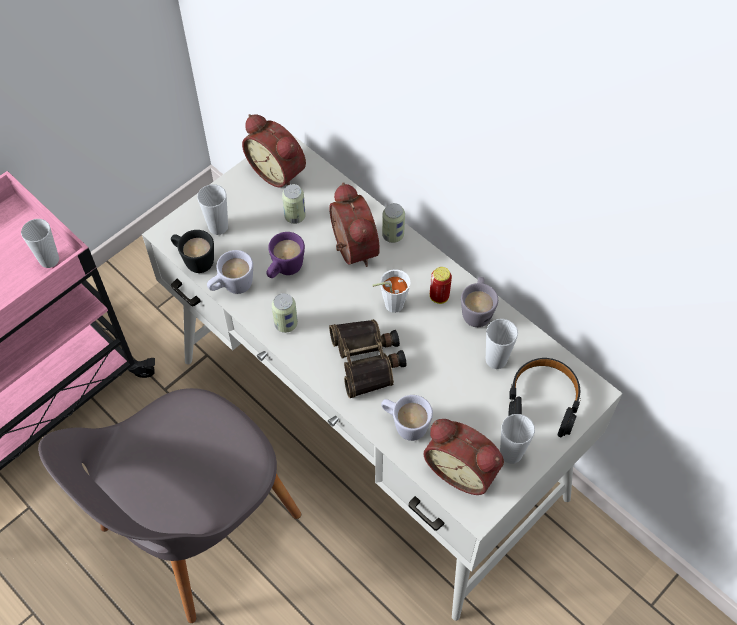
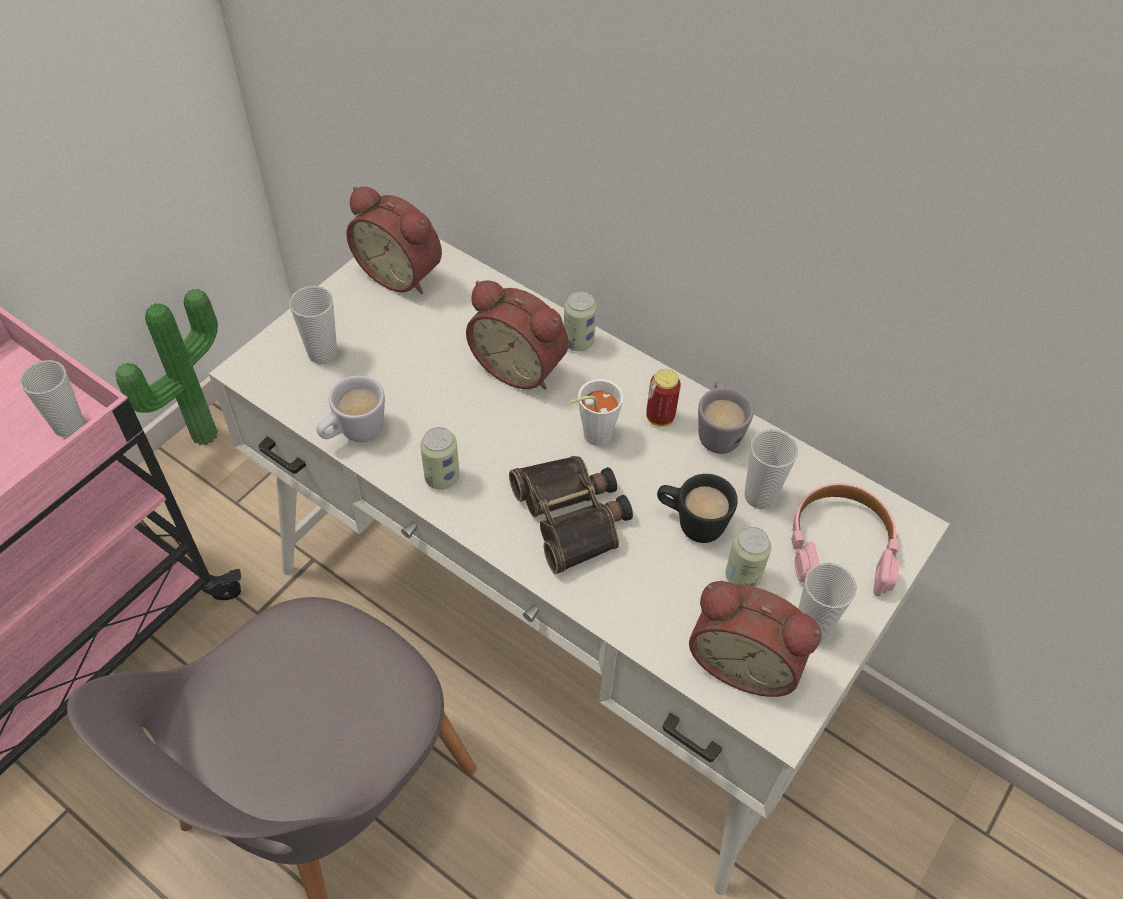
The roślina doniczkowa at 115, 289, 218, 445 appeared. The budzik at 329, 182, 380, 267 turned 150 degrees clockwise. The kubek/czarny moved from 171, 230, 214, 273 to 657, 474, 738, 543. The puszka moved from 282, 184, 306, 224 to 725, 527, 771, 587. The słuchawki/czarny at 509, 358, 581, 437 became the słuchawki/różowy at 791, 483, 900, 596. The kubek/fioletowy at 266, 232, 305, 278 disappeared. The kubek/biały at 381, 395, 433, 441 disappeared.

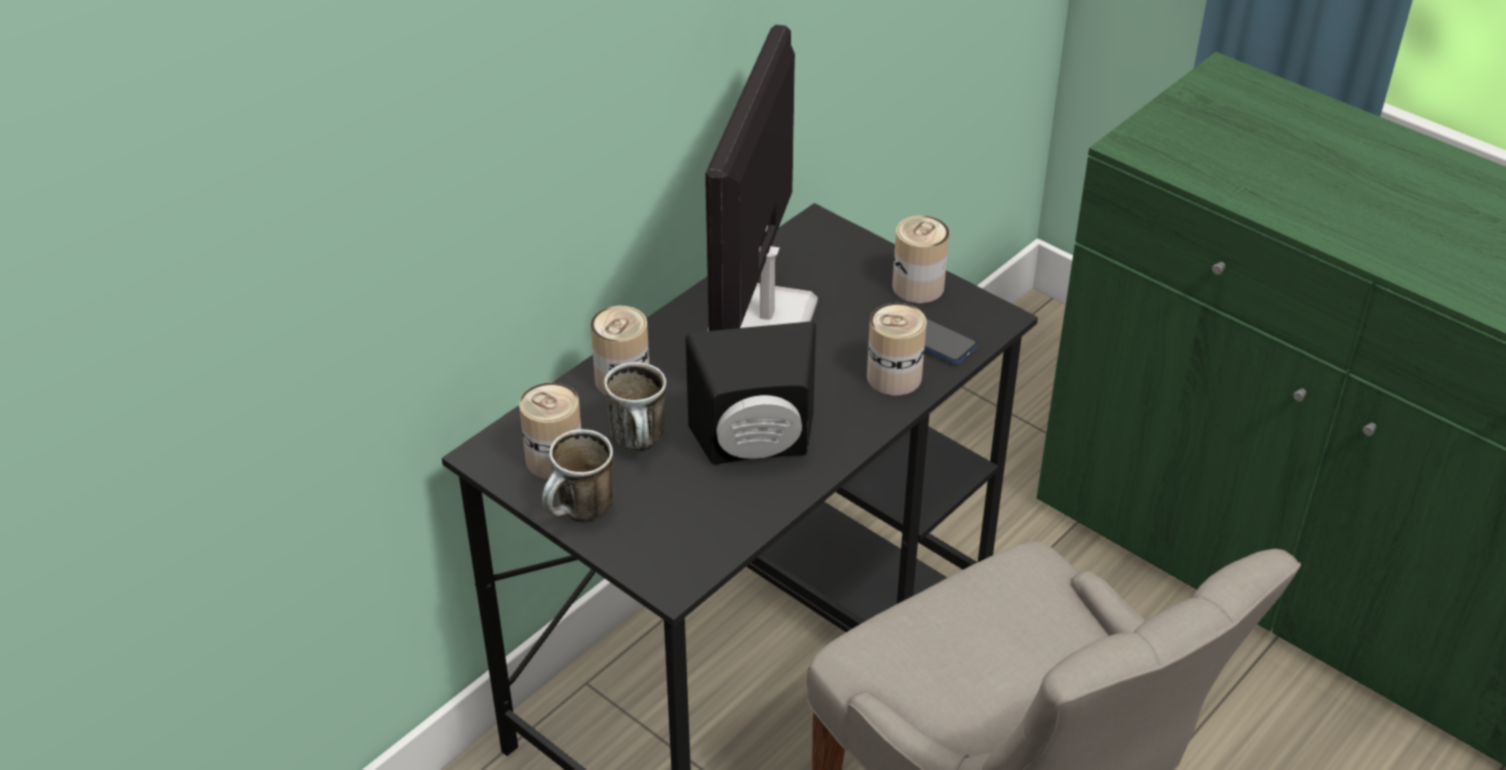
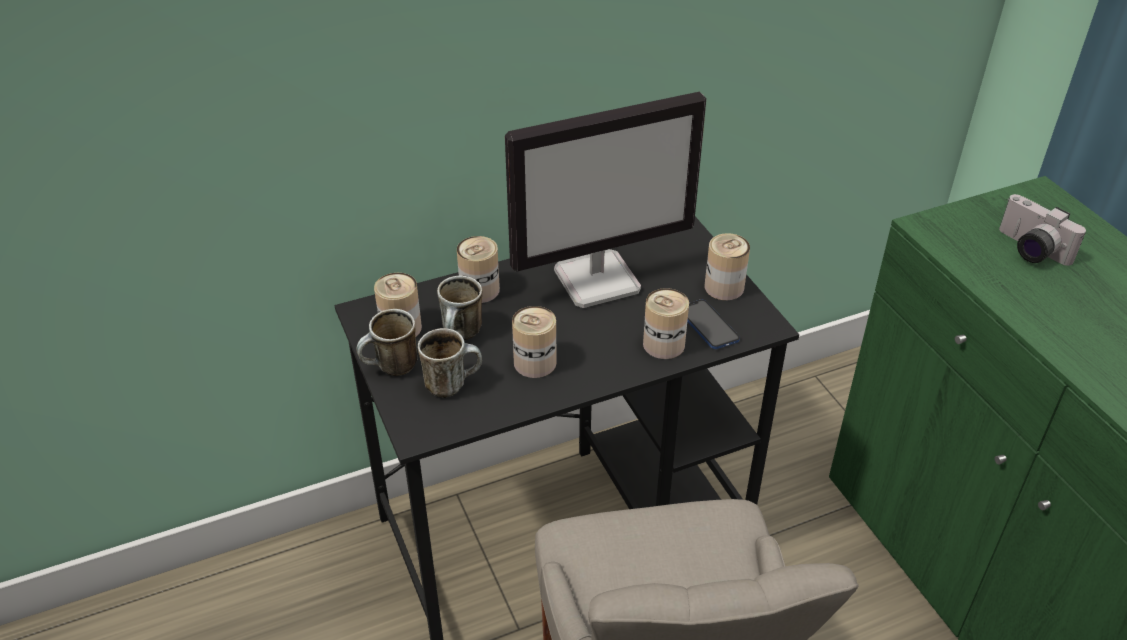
The kubek at 418, 328, 482, 398 appeared. The monitor at 705, 25, 818, 331 turned 150 degrees counterclockwise. The głośnik/czarny at 686, 321, 816, 465 was replaced by the puszka at 512, 306, 556, 378. The aparat fotograficzny at 999, 194, 1086, 266 appeared.

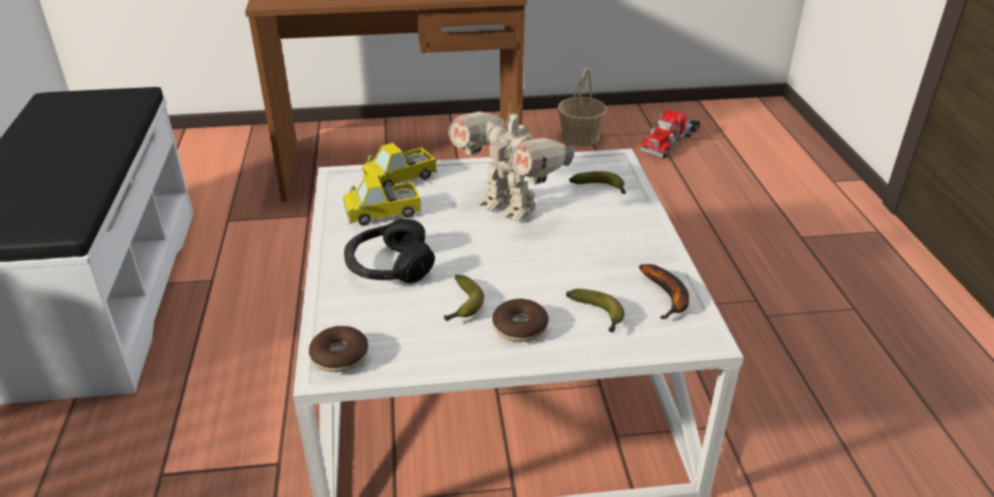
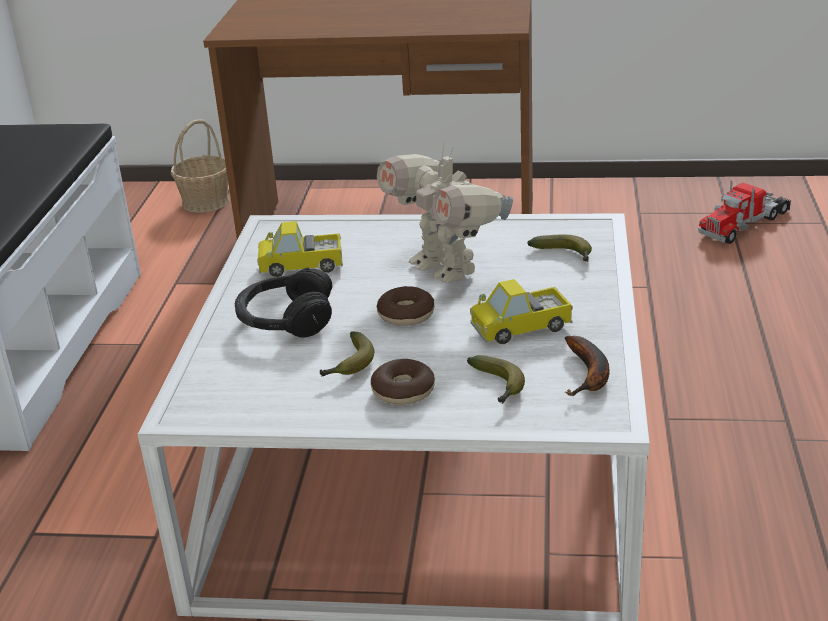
The koszyk moved from 558, 68, 607, 146 to 171, 119, 230, 213. The donut moved from 309, 326, 368, 372 to 377, 286, 434, 326. The ciężarówka zabawkowa moved from 362, 143, 437, 187 to 470, 279, 573, 344.

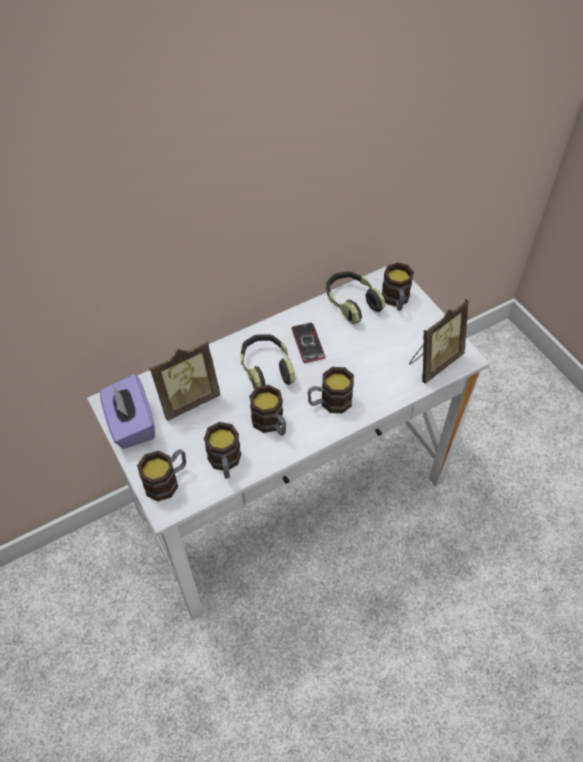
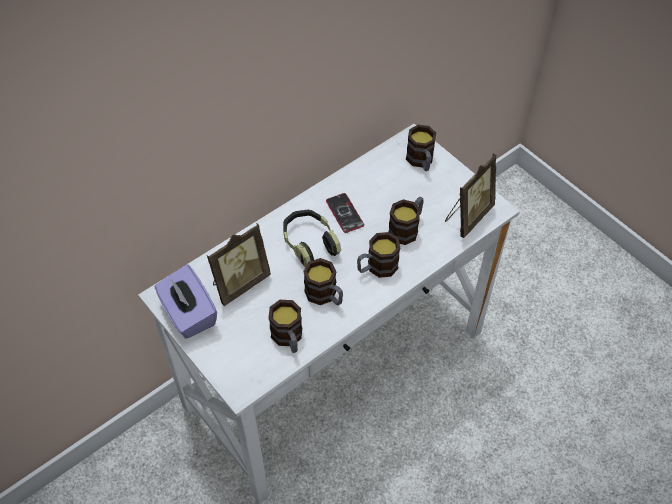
The kubek moved from 137, 449, 186, 501 to 389, 197, 424, 245. The słuchawki at 326, 271, 386, 325 disappeared.

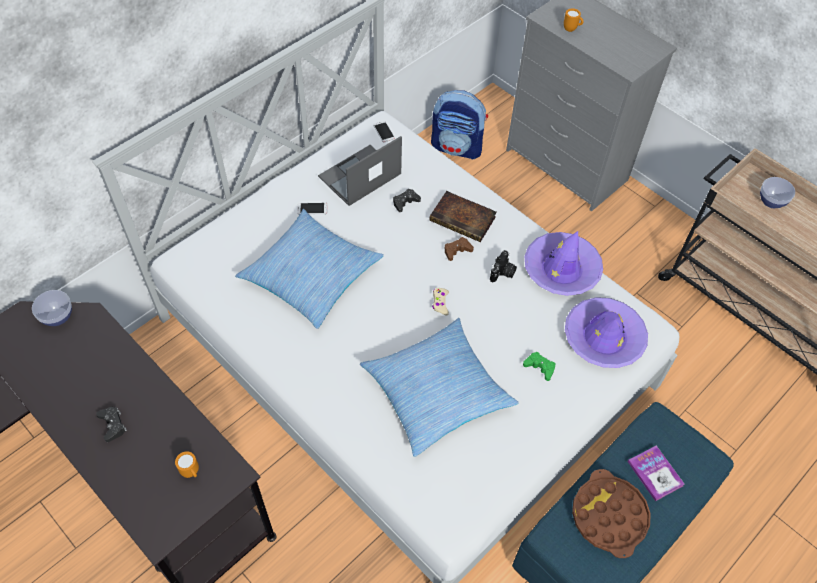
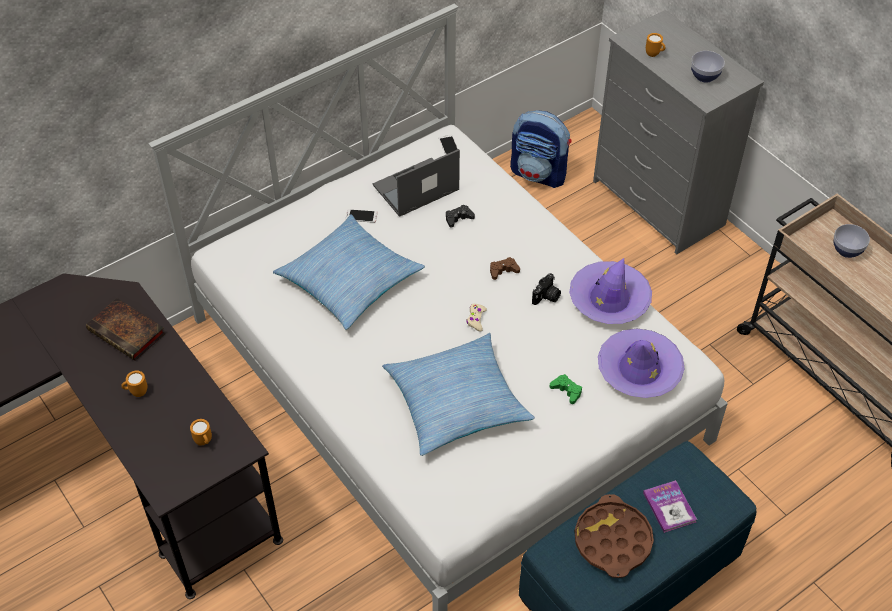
The książka moved from 429, 191, 497, 242 to 86, 298, 165, 361. The pad do gier/czarny at 96, 407, 127, 442 was replaced by the kubek/pomarańczowy at 121, 371, 147, 397. The miska moved from 32, 290, 72, 326 to 691, 51, 725, 82.

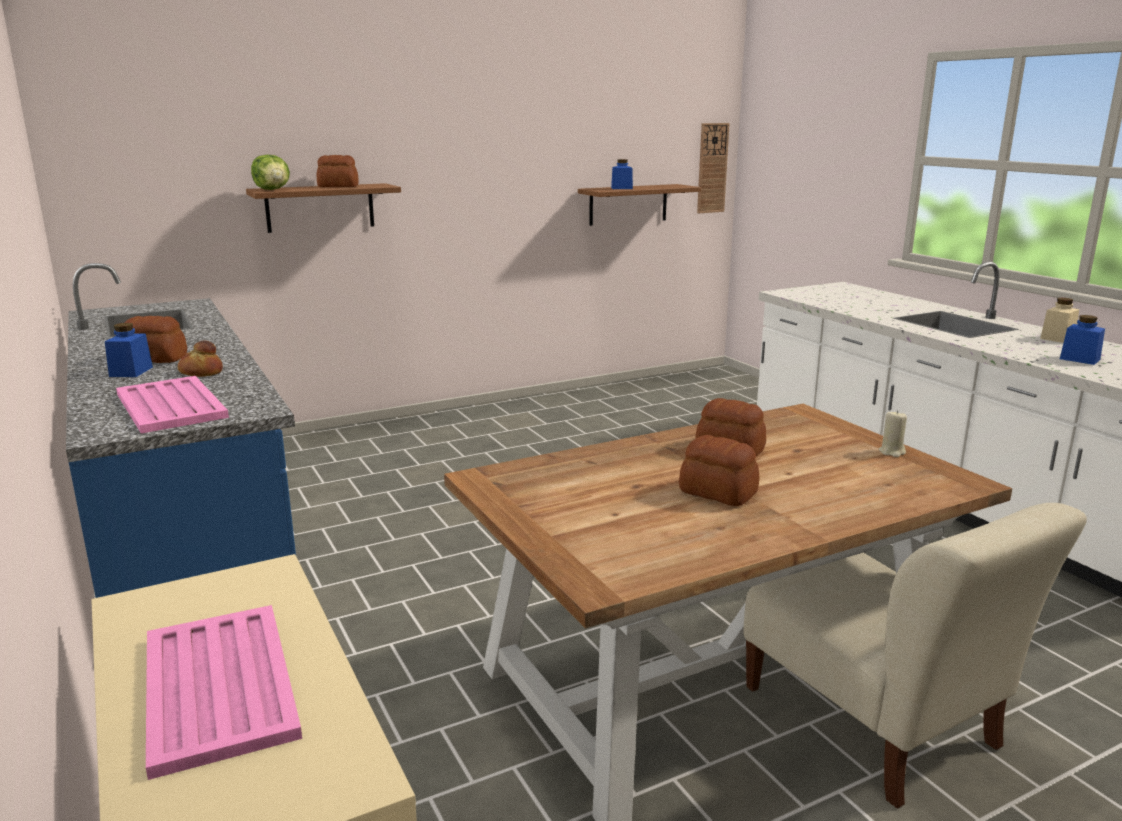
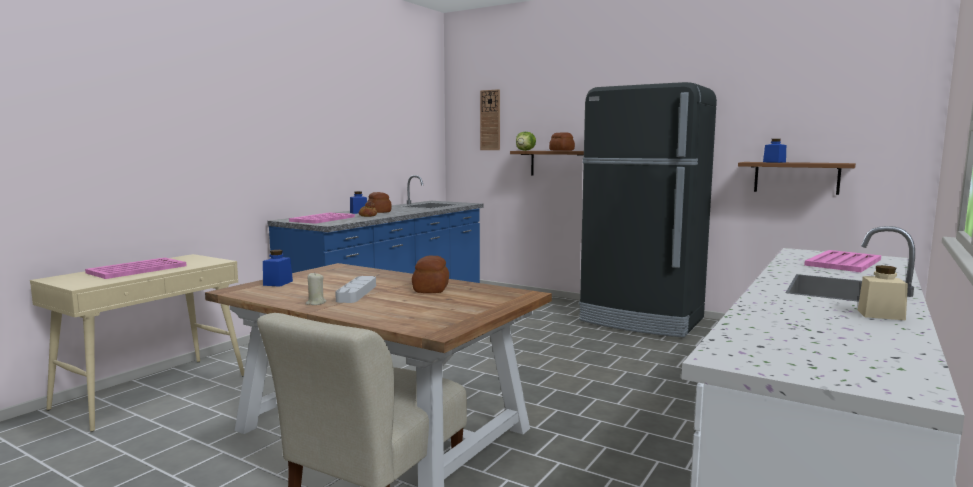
The słoik/niebieski moved from 1060, 315, 1105, 365 to 263, 250, 293, 287. The świeca/beżowy moved from 879, 410, 907, 457 to 305, 272, 326, 305. The chleb at 679, 435, 759, 506 was replaced by the taca/szary at 335, 276, 376, 303. The zegar ścienny moved from 697, 123, 730, 213 to 480, 89, 500, 150. The lodówka/czarny at 579, 82, 717, 337 appeared. The taca/różowy at 804, 250, 881, 272 appeared.

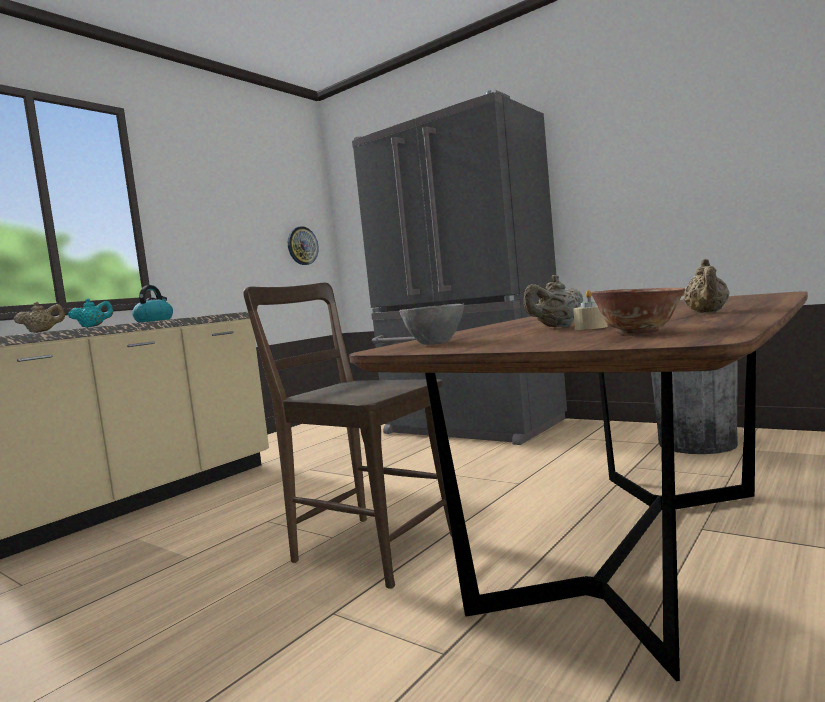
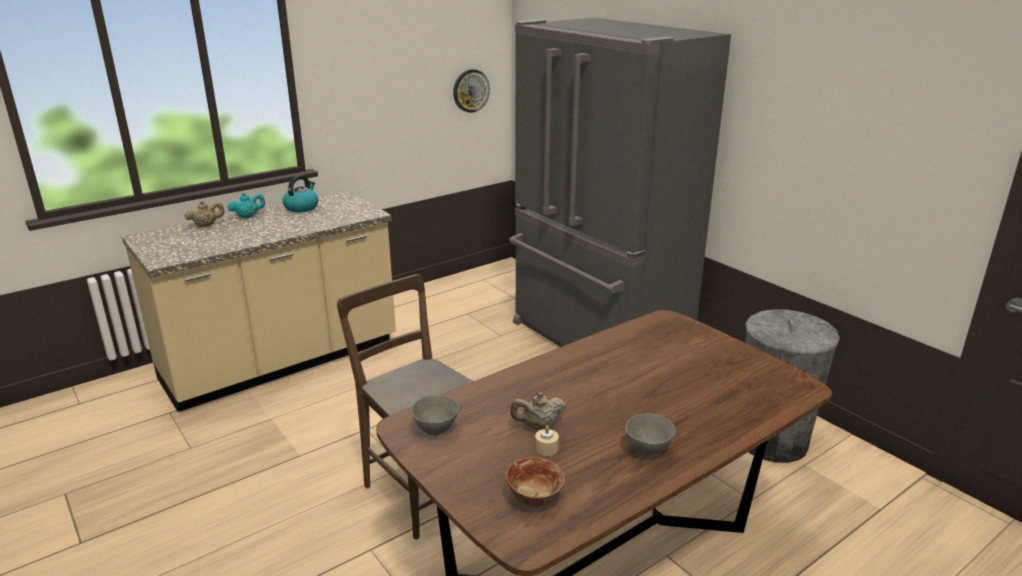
The imbryk/beżowy at 682, 259, 730, 313 was replaced by the miska/szary at 626, 413, 676, 456.

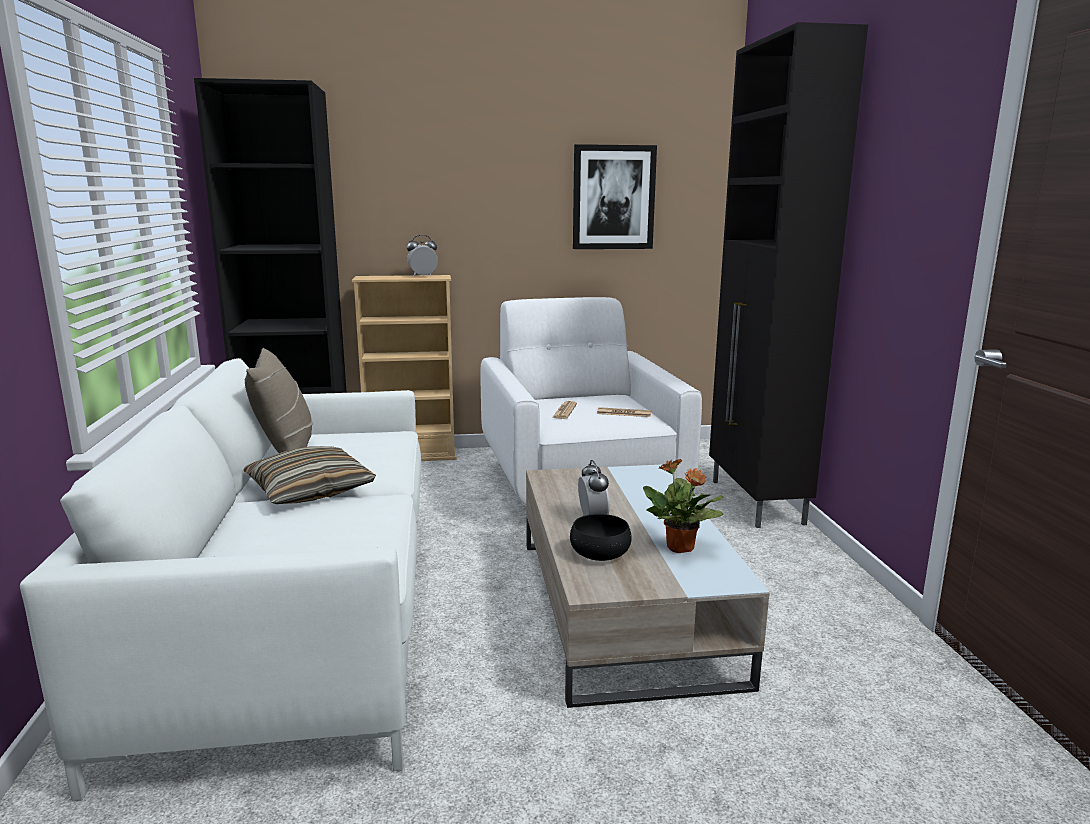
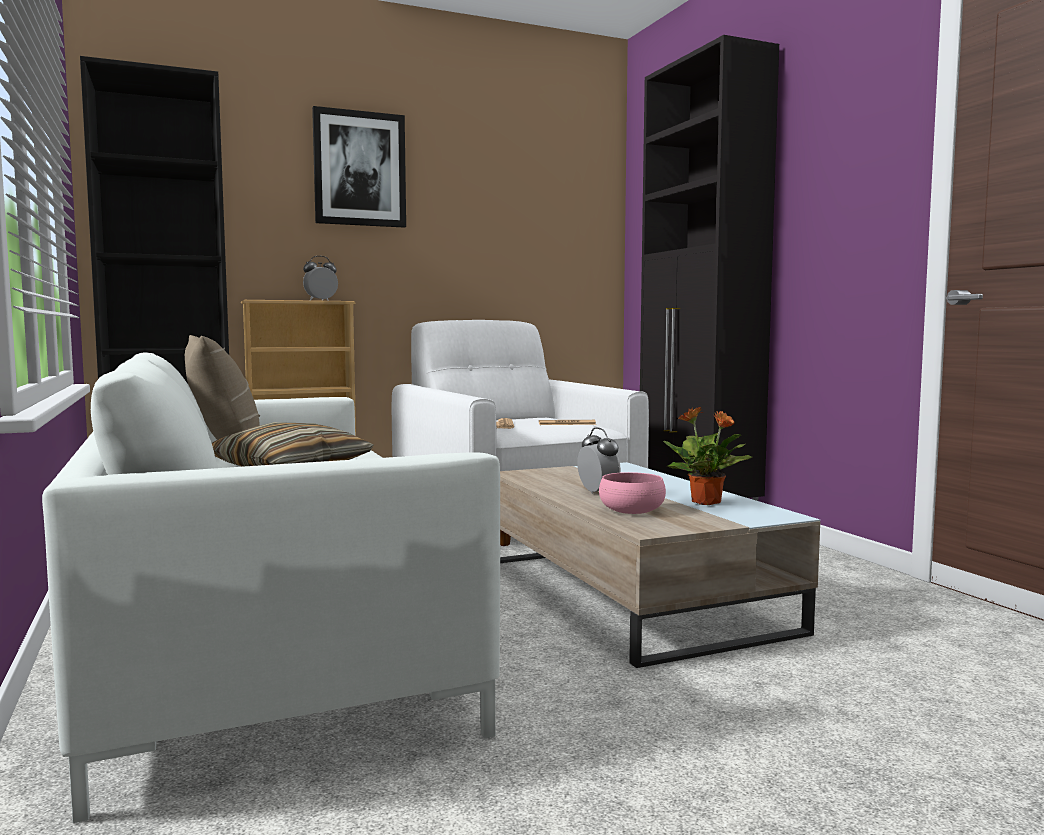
The obraz moved from 573, 144, 657, 249 to 312, 106, 406, 228. The miska/czarny at 570, 514, 632, 561 became the miska/różowy at 599, 472, 666, 514.

